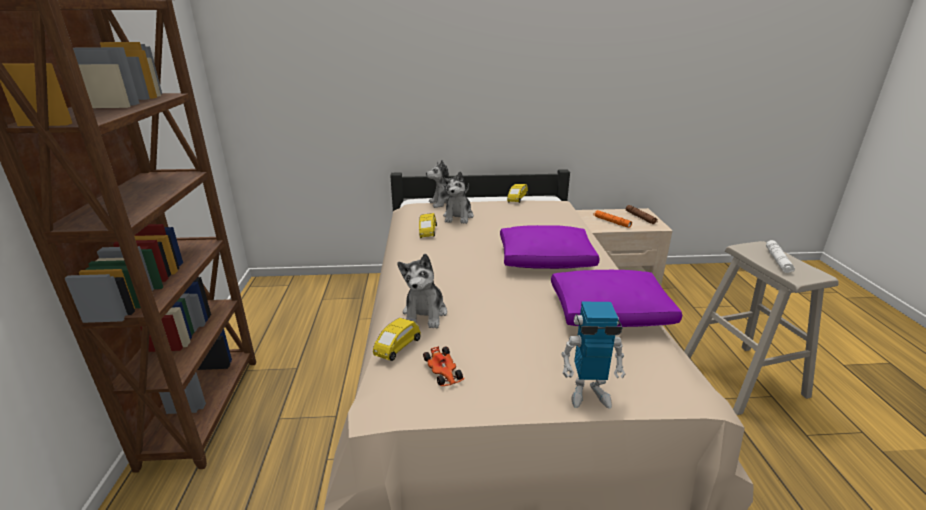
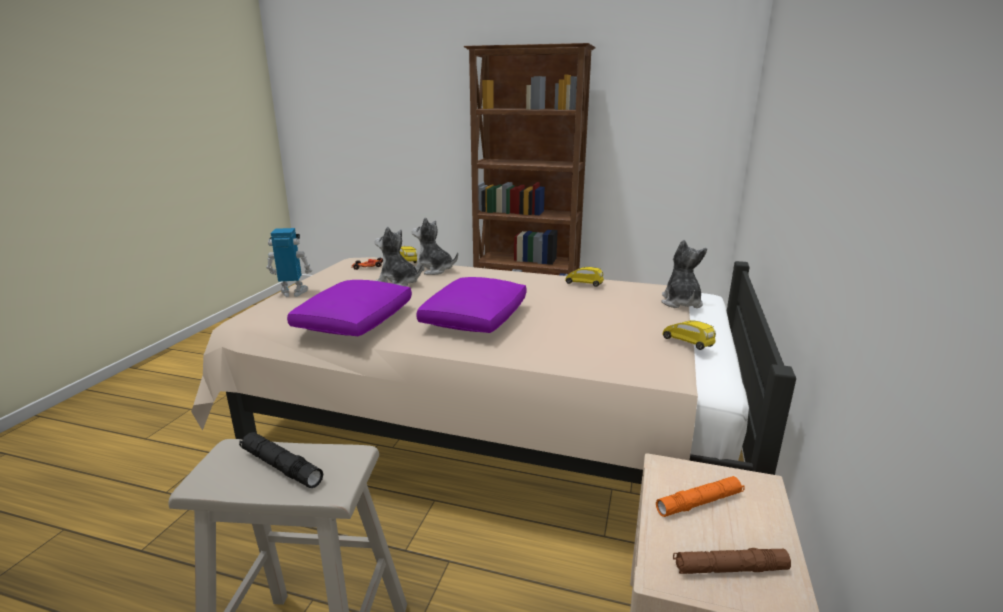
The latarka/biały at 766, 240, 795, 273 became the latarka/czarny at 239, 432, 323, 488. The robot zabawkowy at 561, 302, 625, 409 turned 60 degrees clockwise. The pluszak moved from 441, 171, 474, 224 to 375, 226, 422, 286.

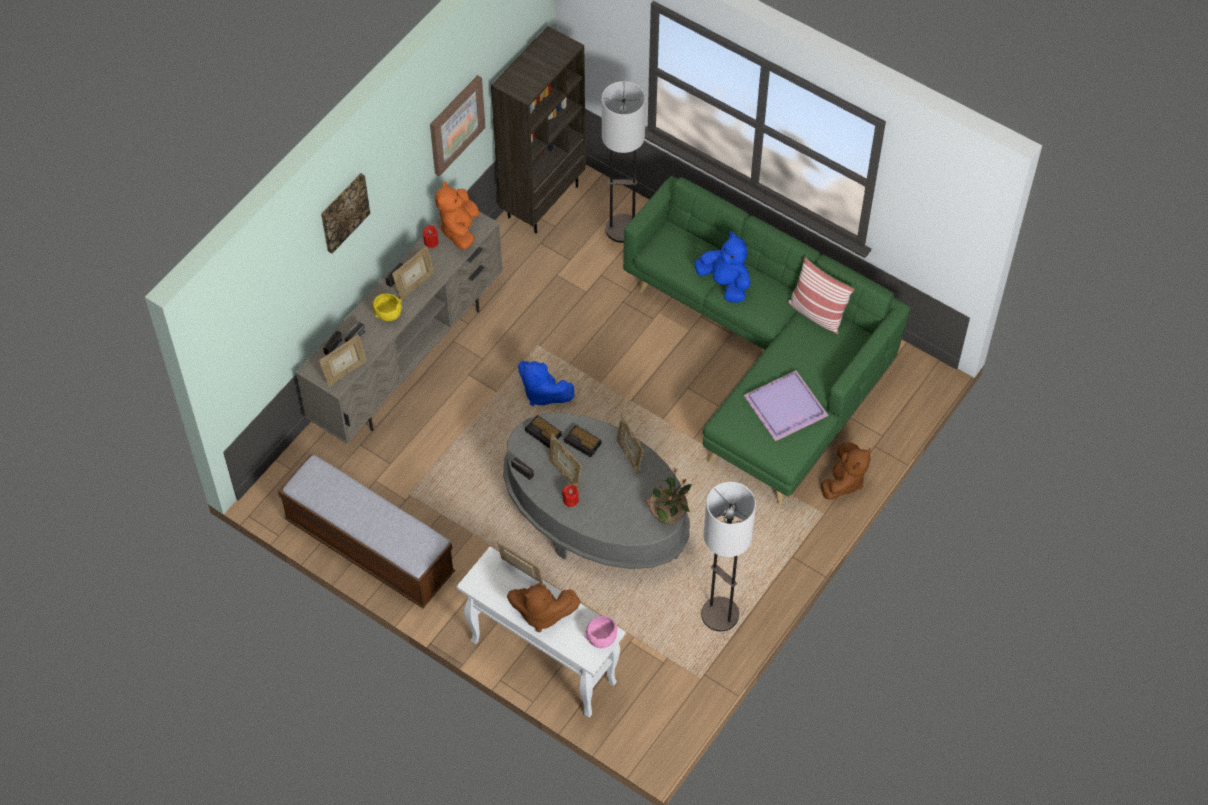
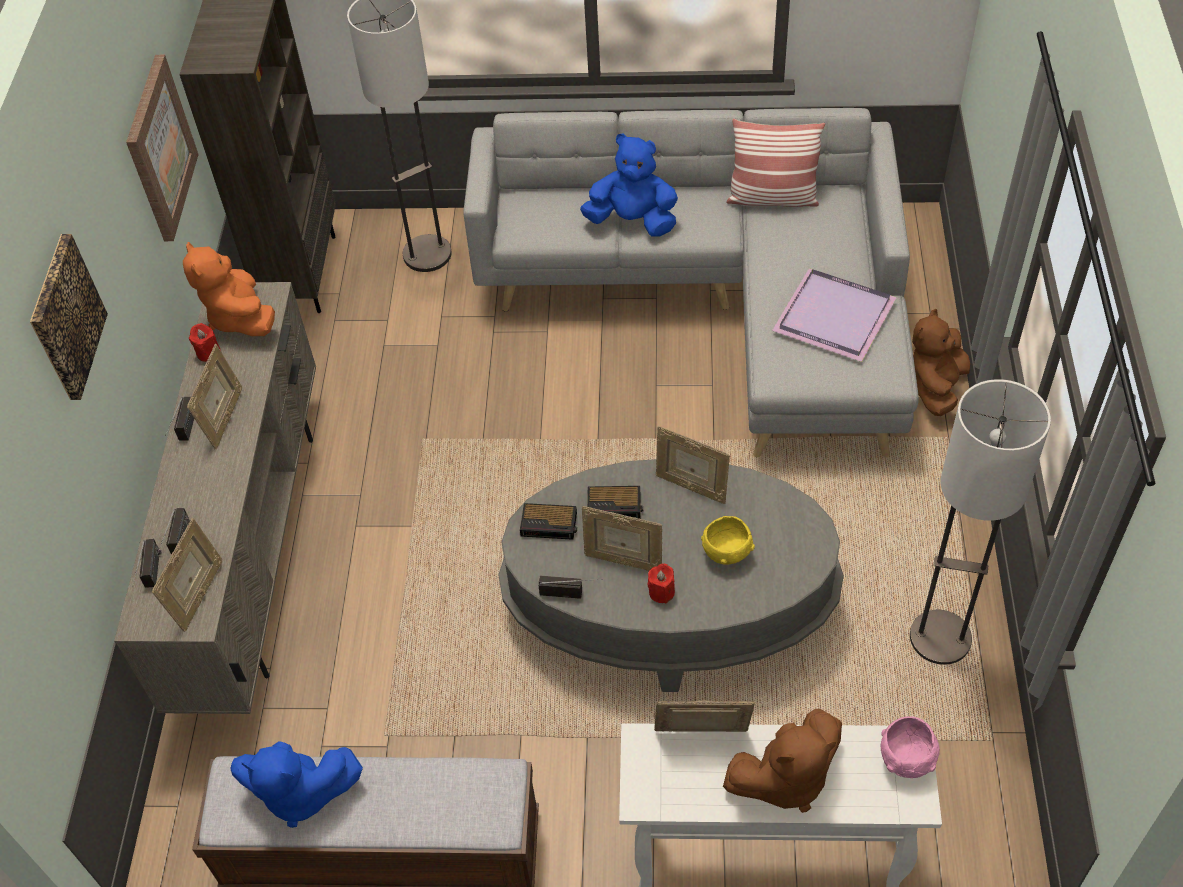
The pluszak/niebieski moved from 518, 361, 575, 406 to 230, 741, 363, 828. The kanapa/zielony at 623, 176, 910, 505 became the kanapa/szary at 463, 108, 919, 457. The miska/żółty moved from 372, 293, 402, 321 to 701, 516, 755, 565. The pluszak/brązowy at 821, 442, 871, 500 turned 150 degrees counterclockwise. The roślina doniczkowa at 647, 468, 692, 525 disappeared.

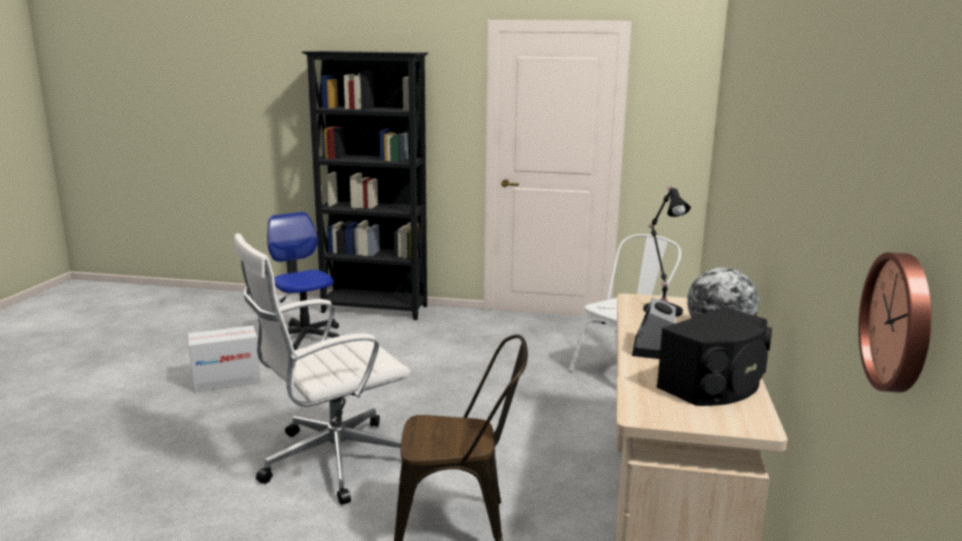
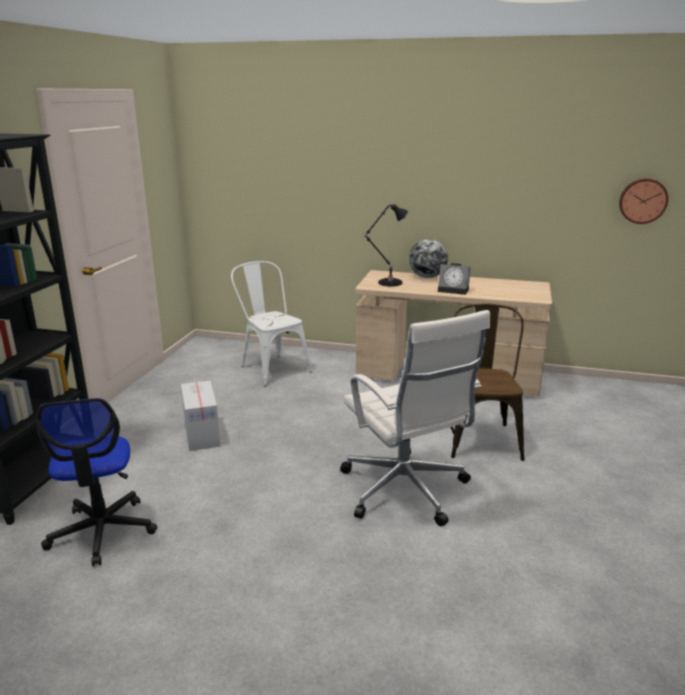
The krzesło biurowe at 267, 212, 339, 350 turned 75 degrees counterclockwise. The karton moved from 188, 325, 261, 392 to 181, 381, 221, 451. The głośnik/czarny at 657, 307, 772, 406 disappeared.

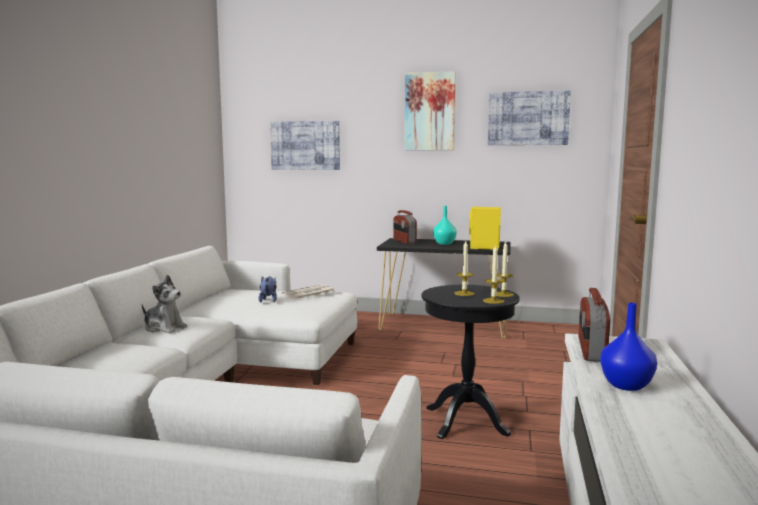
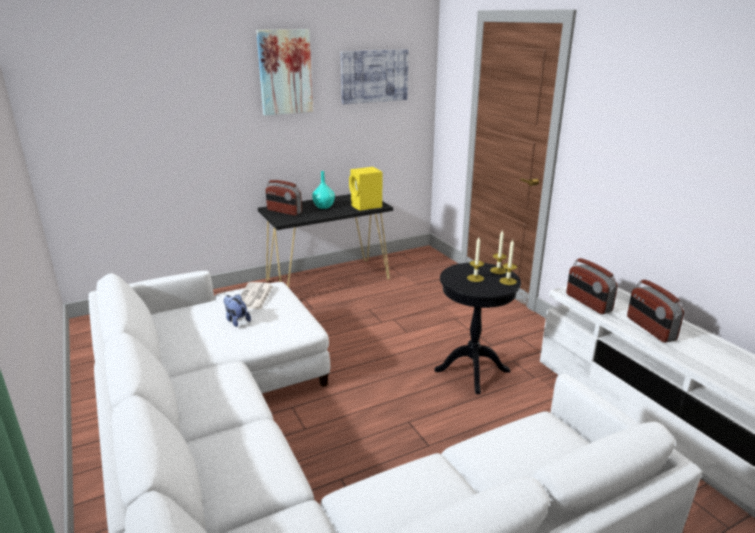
The wazon/niebieski at 600, 303, 657, 391 was replaced by the radio at 627, 280, 684, 343. The pluszak at 142, 275, 187, 333 disappeared. The obraz at 270, 121, 340, 170 disappeared.

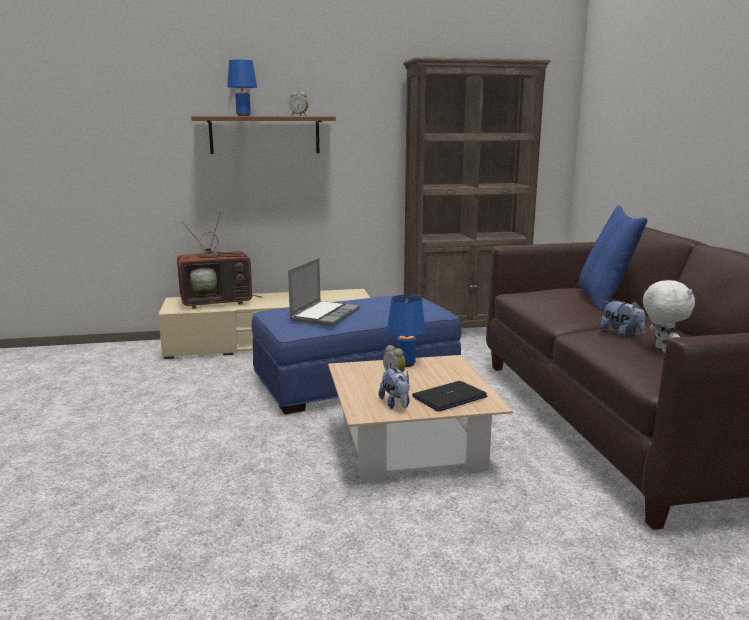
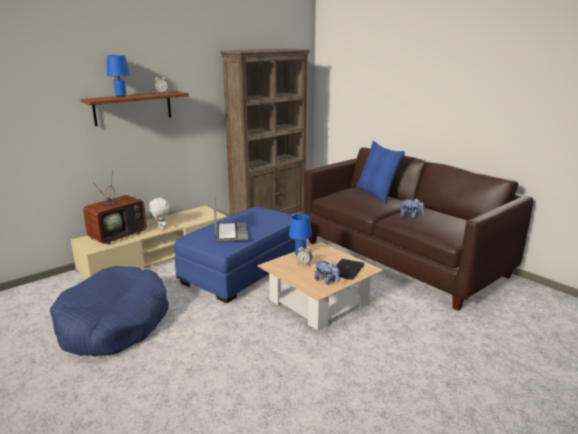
The legowisko/niebieski at 50, 266, 169, 356 appeared. The pluszak/biały moved from 643, 280, 695, 353 to 149, 197, 170, 230.

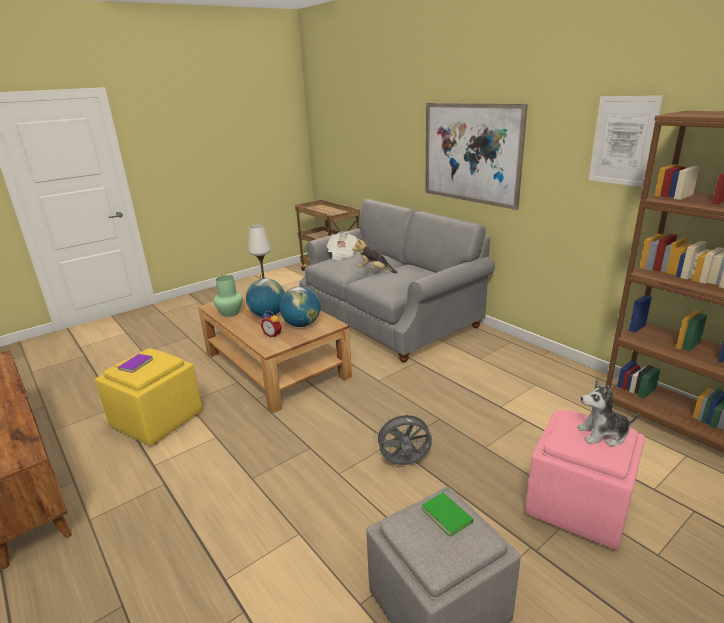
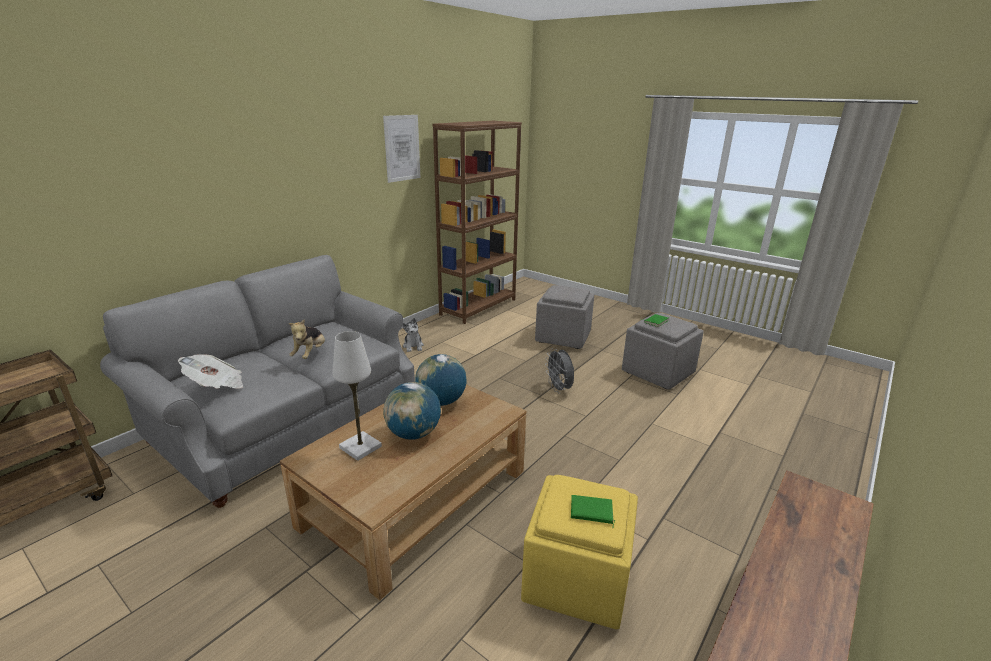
The pluszak moved from 577, 380, 639, 447 to 402, 318, 424, 352. The pufa/różowy at 525, 410, 645, 550 became the pufa/szary at 535, 285, 594, 349. The książka/fioletowy at 117, 354, 153, 373 became the książka/zielony at 571, 495, 615, 526. The wazon/zielony at 213, 275, 243, 317 disappeared. The budzik at 261, 311, 282, 337 disappeared. The obraz at 425, 103, 528, 210 disappeared.

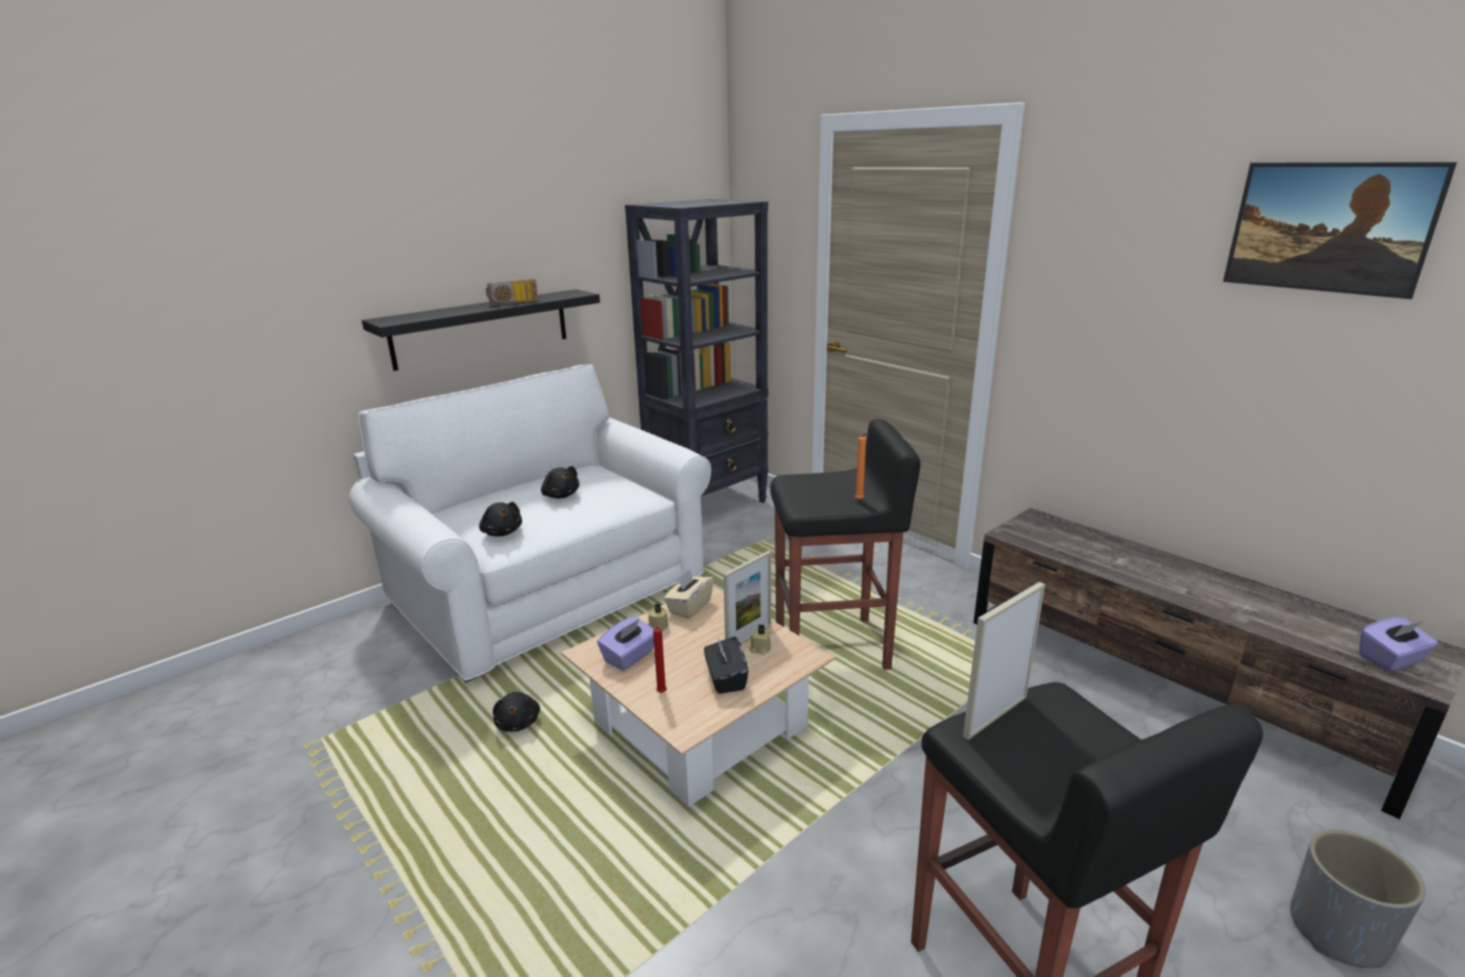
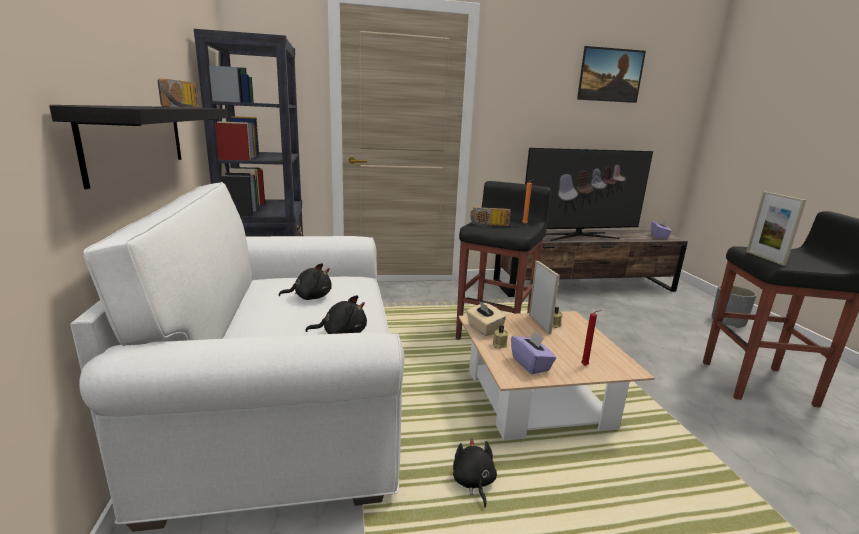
The pluszak/czarny at 493, 692, 540, 732 turned 120 degrees counterclockwise. The radio at 470, 207, 511, 227 appeared. The telewizor at 525, 148, 653, 241 appeared. The pudełko chusteczek/czarny at 704, 637, 748, 694 disappeared.

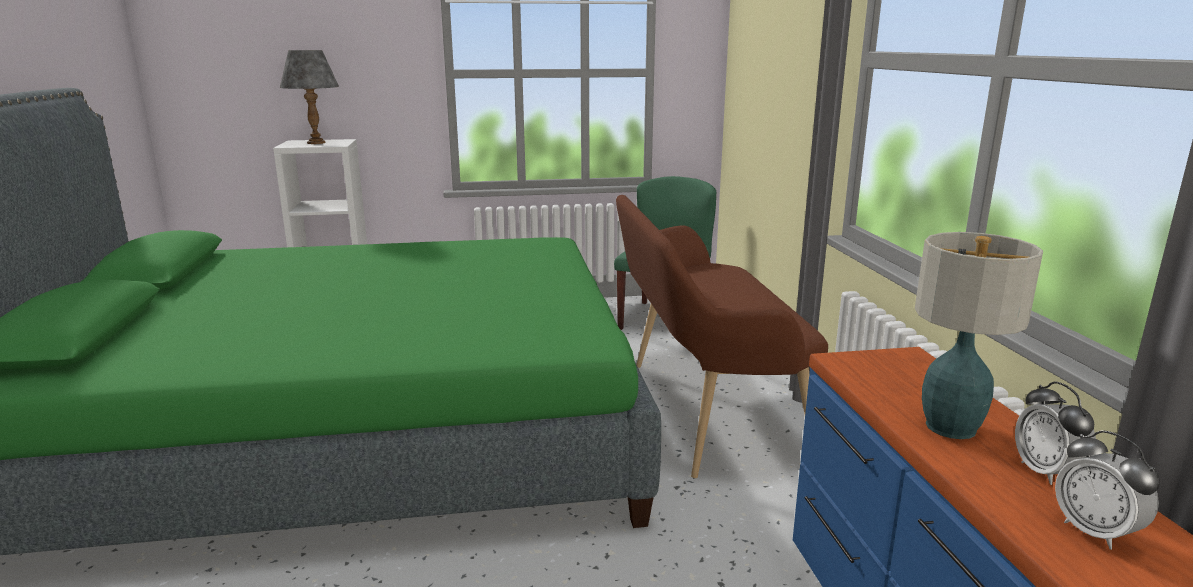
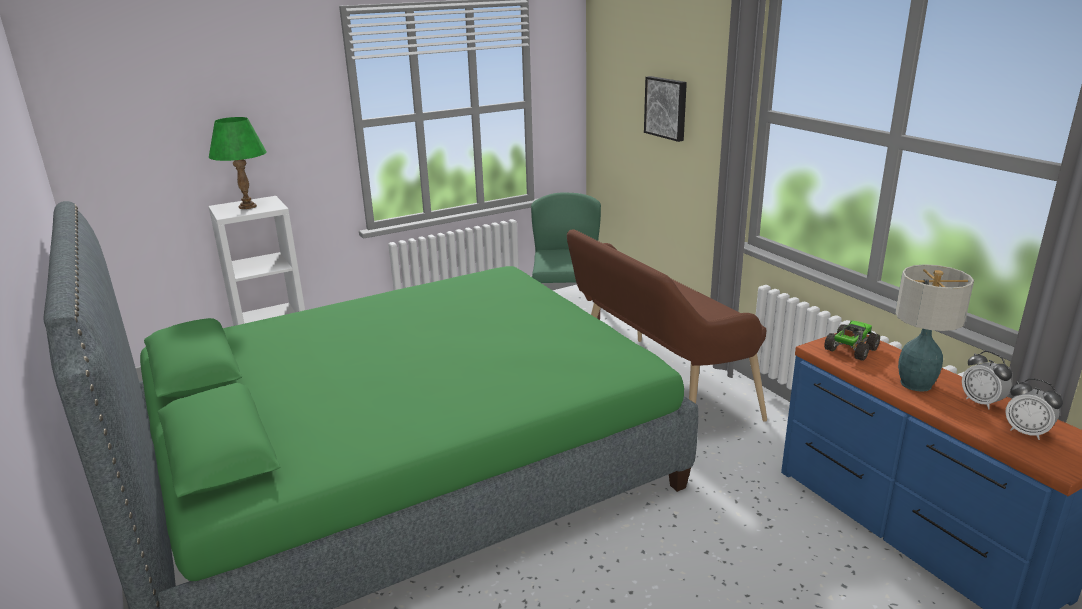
The lampa stołowa/szary at 280, 50, 339, 144 became the lampa stołowa/zielony at 209, 117, 266, 209. The obraz at 644, 76, 687, 142 appeared. The ciężarówka zabawkowa at 824, 320, 880, 361 appeared.

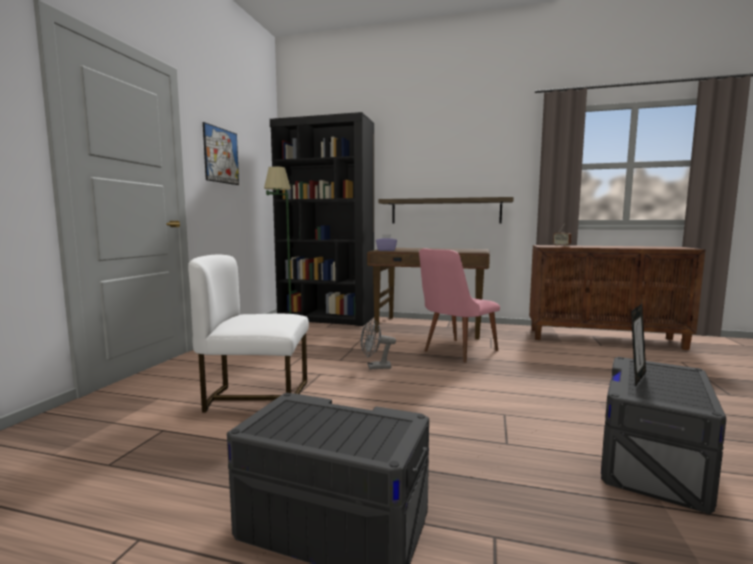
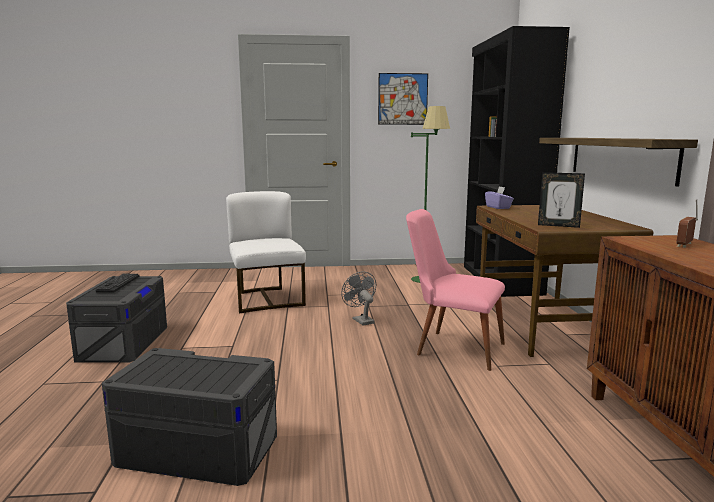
The klawiatura at 96, 274, 140, 293 appeared. The ramka na zdjęcie moved from 631, 304, 646, 387 to 538, 172, 585, 228.

